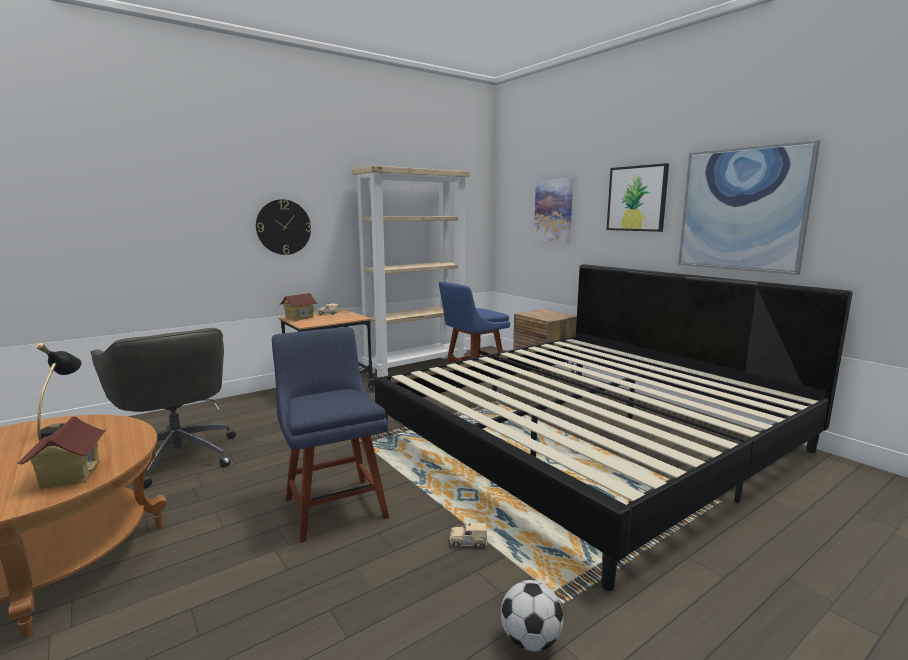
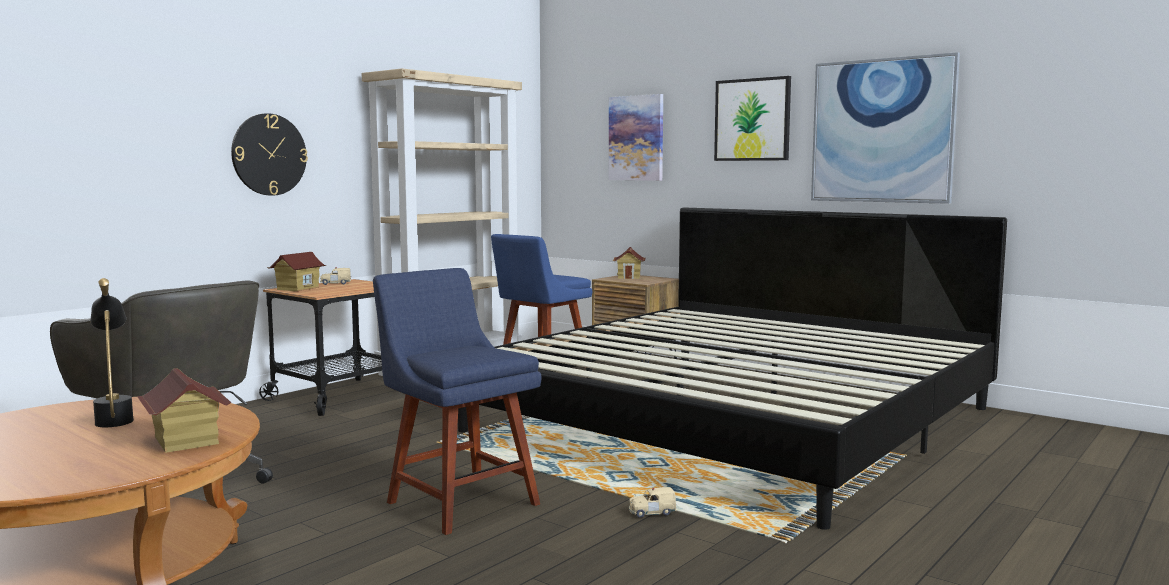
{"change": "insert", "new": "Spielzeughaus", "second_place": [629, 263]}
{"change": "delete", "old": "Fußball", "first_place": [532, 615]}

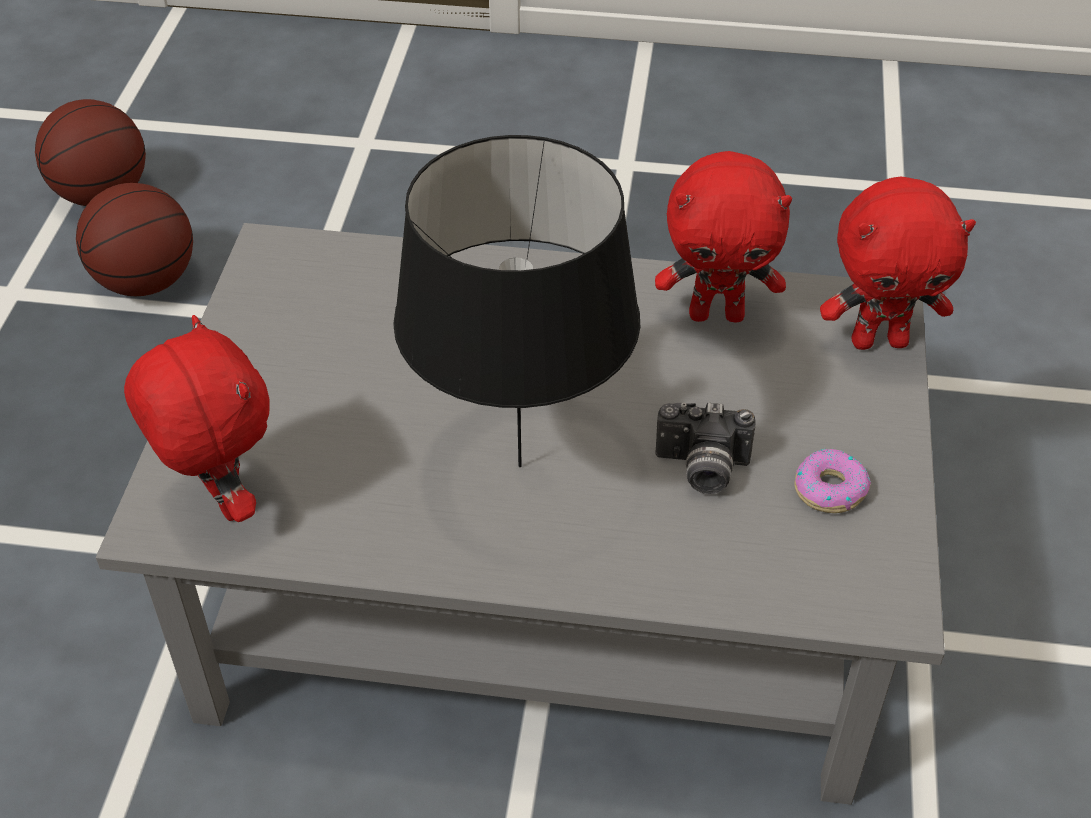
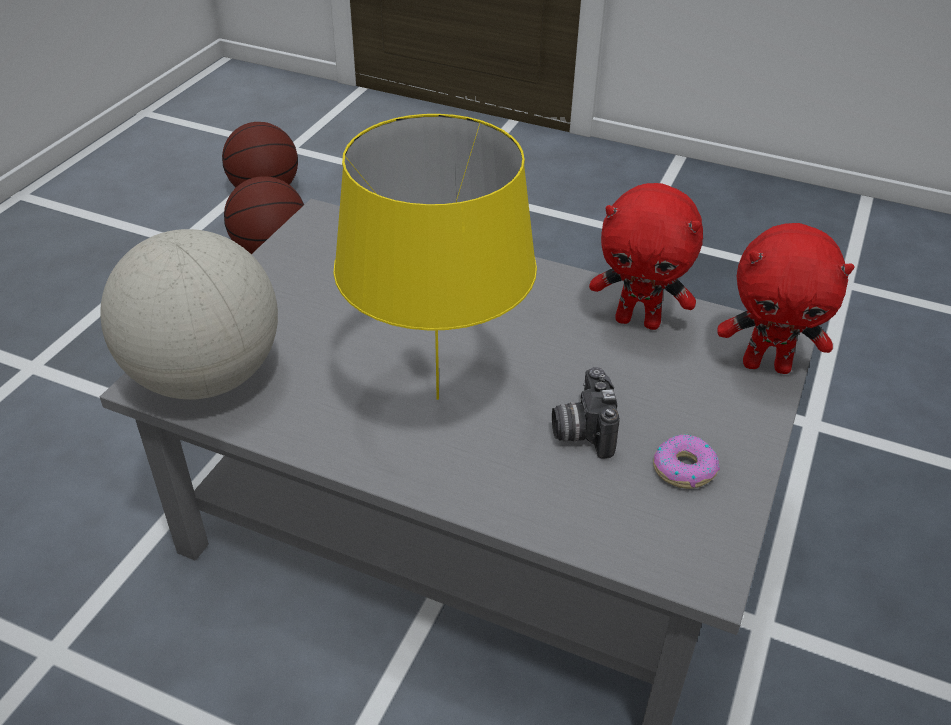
{"change": "replace", "old": "Plüschtier/rot", "new": "Globus", "first_place": [197, 418], "second_place": [189, 314]}
{"change": "recolor", "old": "Tischlampe/schwarz", "new": "Tischlampe/gelb", "first_place": [516, 301], "second_place": [435, 257]}
{"change": "rotate", "old": "Kamera", "first_place": [705, 448], "second_place": [586, 413], "degrees": 60}

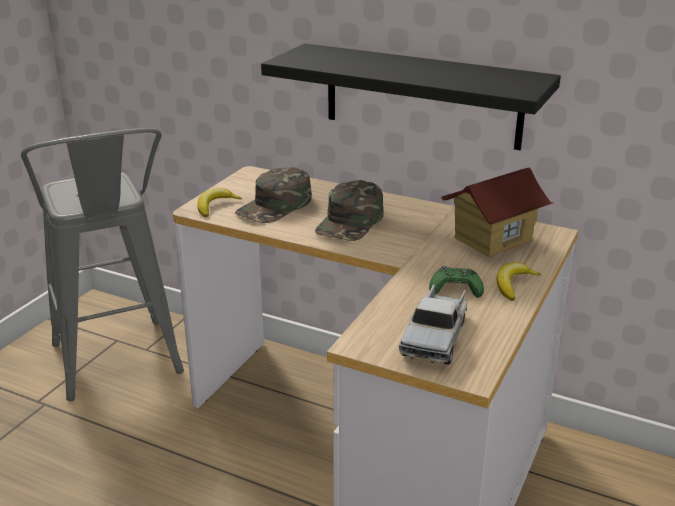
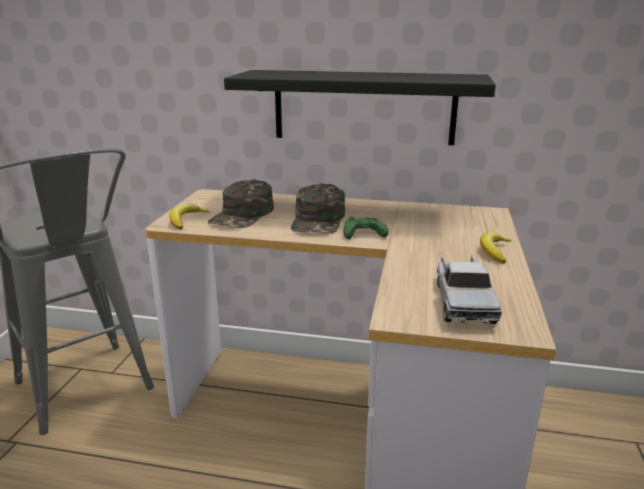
{"change": "move", "old": "Gamepad/grün", "first_place": [456, 281], "second_place": [366, 227]}
{"change": "delete", "old": "Spielzeughaus", "first_place": [497, 212]}

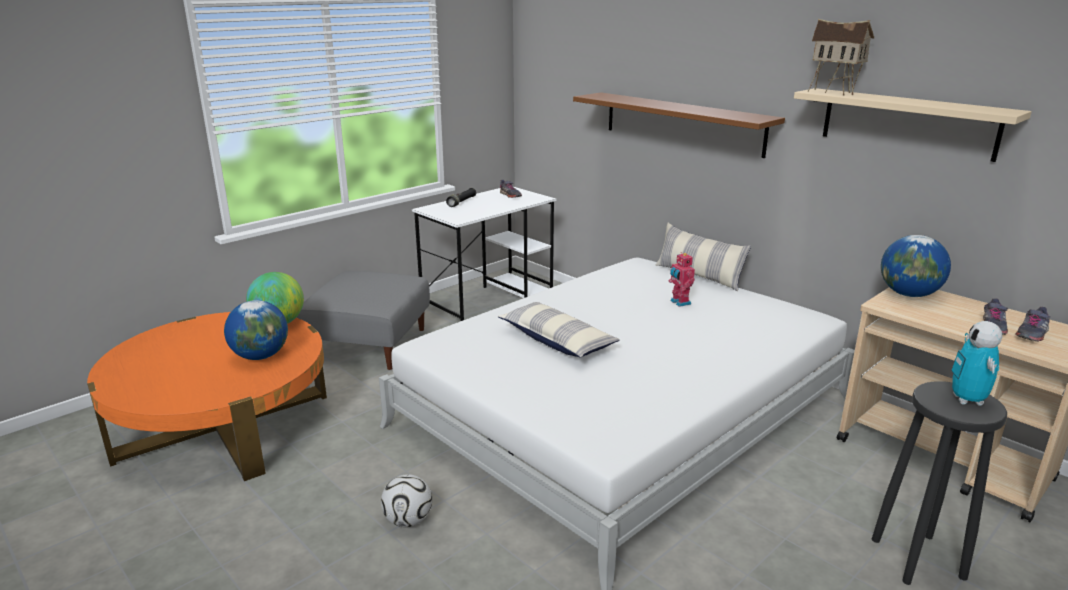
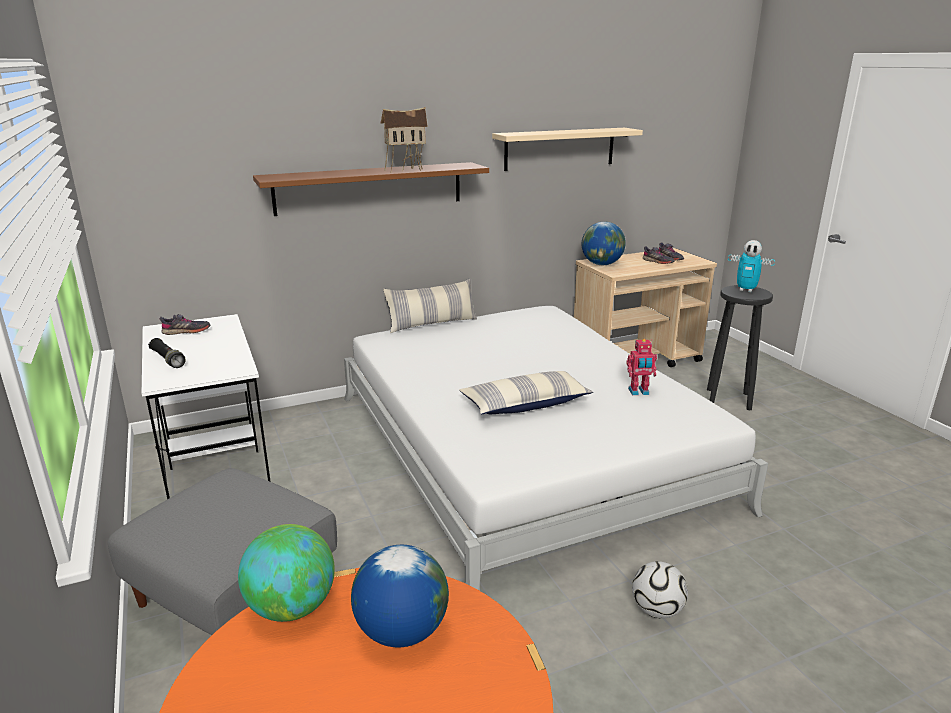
{"change": "move", "old": "Spielzeughaus", "first_place": [840, 57], "second_place": [404, 139]}
{"change": "move", "old": "Spielzeugroboter", "first_place": [682, 279], "second_place": [641, 367]}

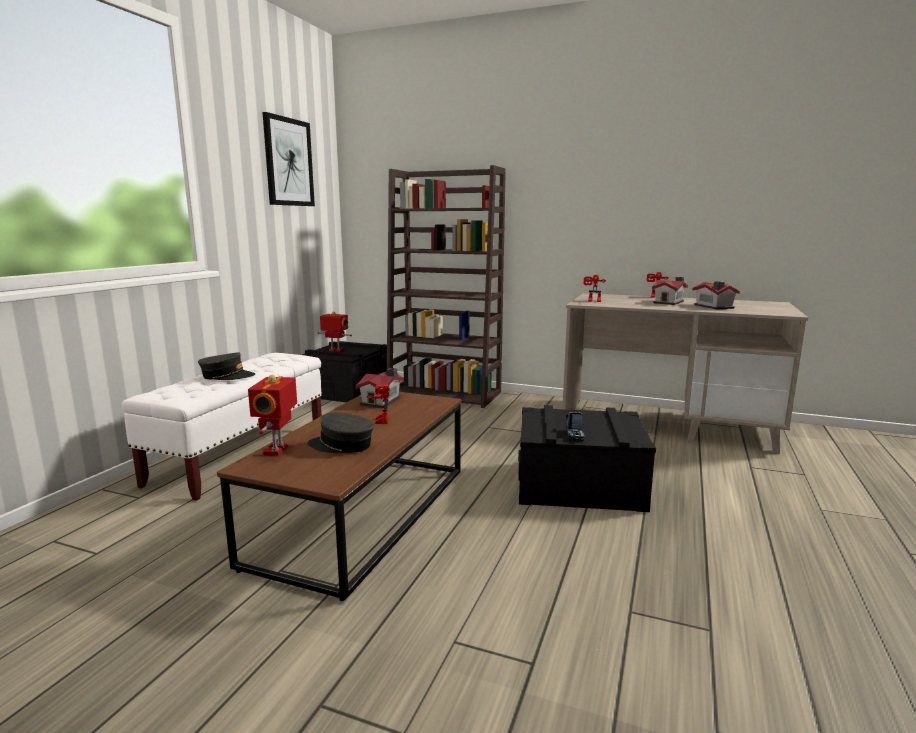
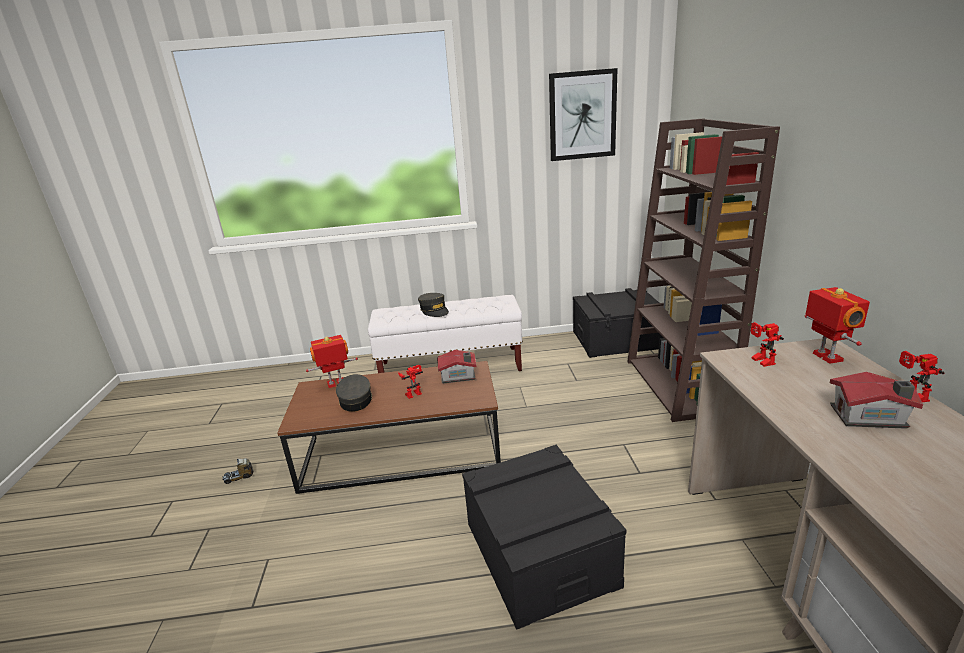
{"change": "move", "old": "Spielzeuglaster", "first_place": [575, 426], "second_place": [237, 471]}
{"change": "move", "old": "Spielzeugroboter", "first_place": [334, 331], "second_place": [837, 325]}
{"change": "delete", "old": "Spielzeughaus", "first_place": [716, 295]}

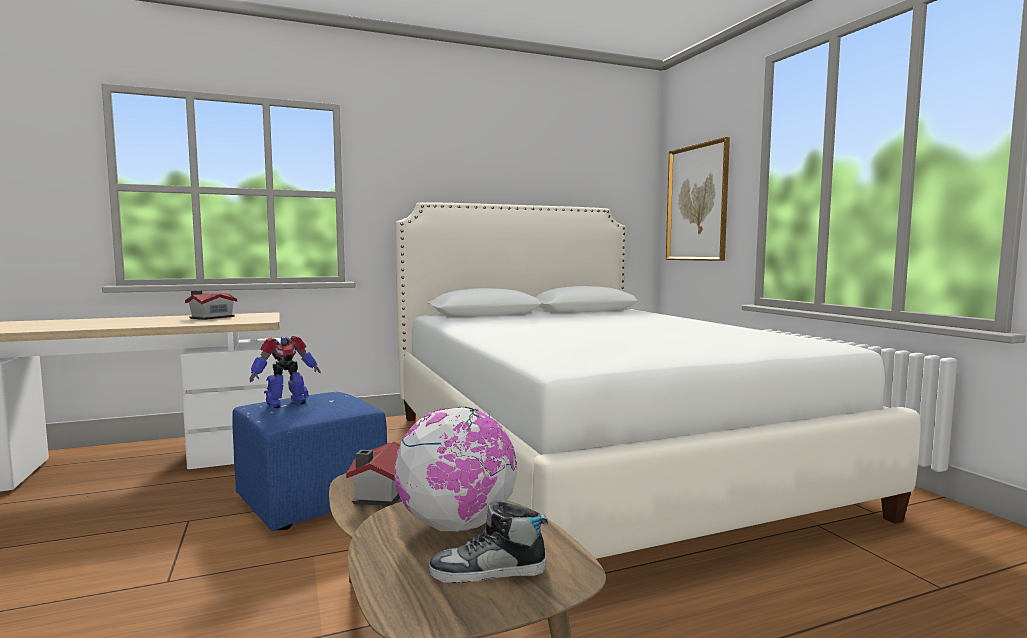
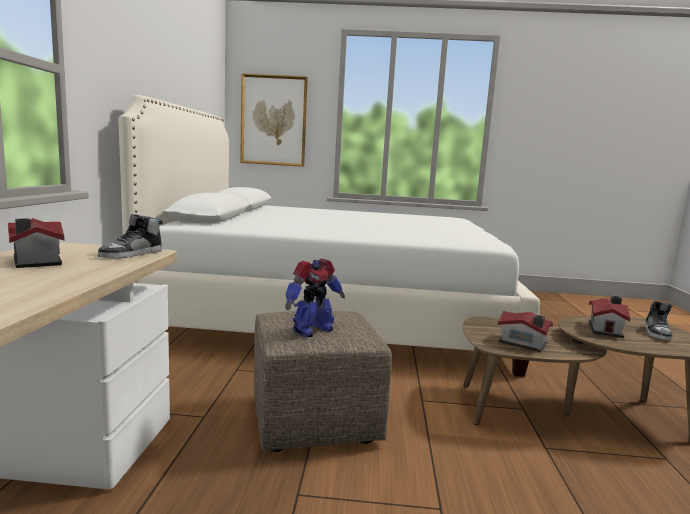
{"change": "insert", "new": "Schuh", "second_place": [130, 236]}
{"change": "recolor", "old": "Polsterhocker/blau", "new": "Polsterhocker/beige", "first_place": [309, 461], "second_place": [323, 381]}
{"change": "rotate", "old": "Spielzeugroboter", "first_place": [285, 372], "second_place": [315, 298], "degrees": 60}
{"change": "replace", "old": "Globus", "new": "Spielzeughaus", "first_place": [455, 469], "second_place": [610, 317]}

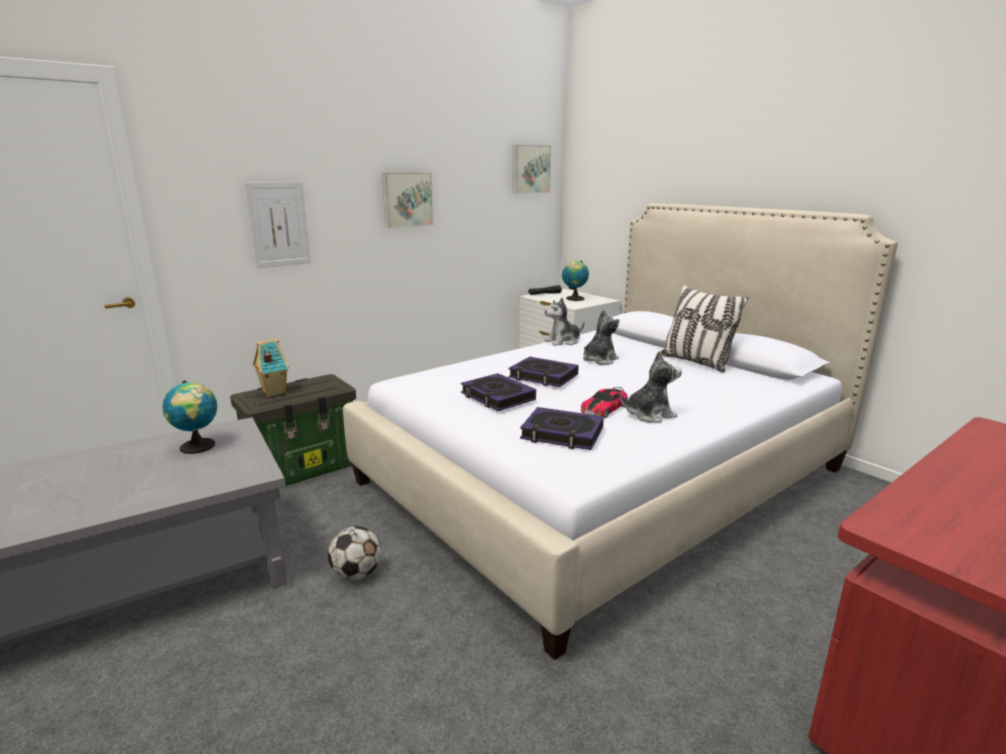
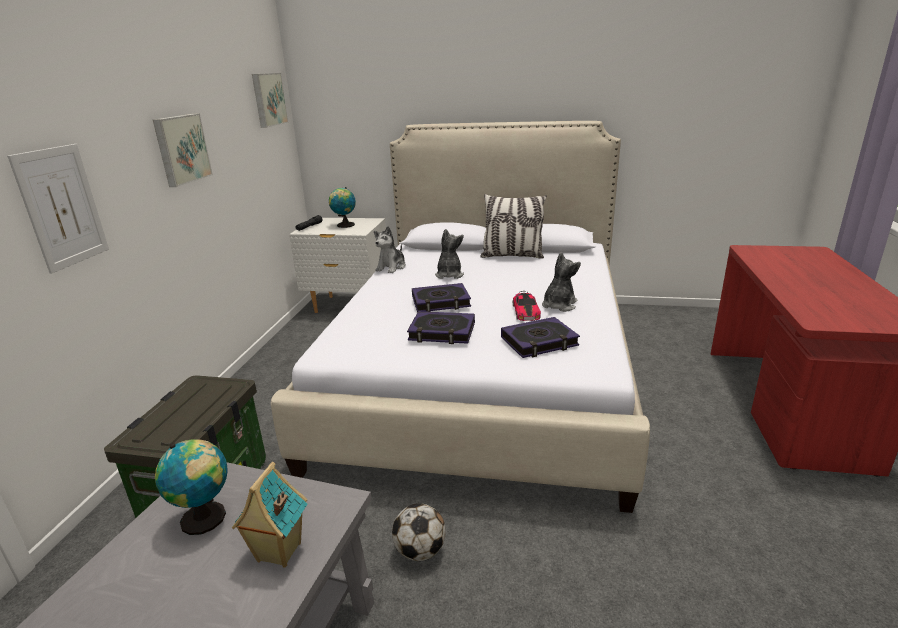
{"change": "move", "old": "Spielzeughaus", "first_place": [271, 368], "second_place": [270, 515]}

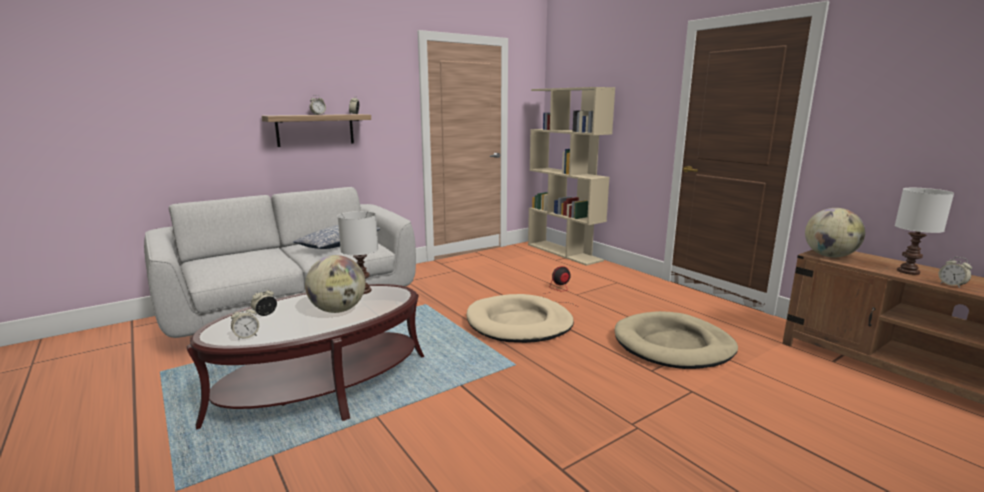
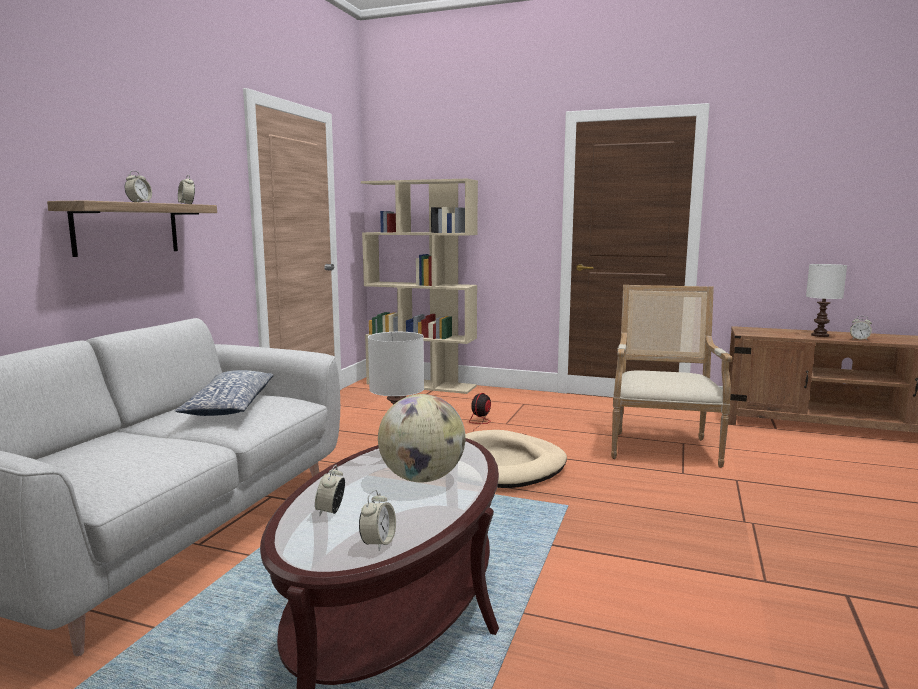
{"change": "replace", "old": "Hundebett/beige", "new": "Sessel", "first_place": [676, 340], "second_place": [671, 376]}
{"change": "delete", "old": "Globus", "first_place": [835, 232]}

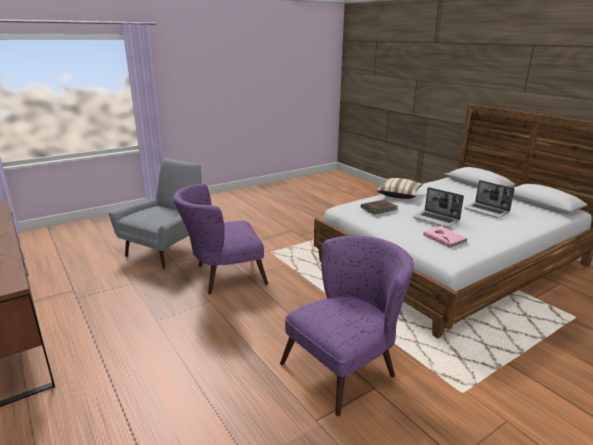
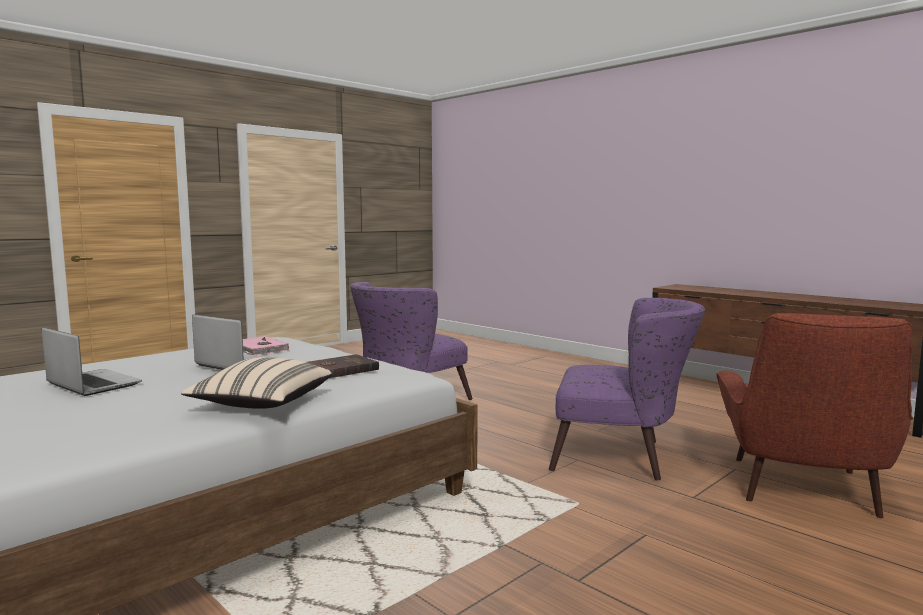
{"change": "rotate", "old": "Sessel/lila", "first_place": [220, 239], "second_place": [627, 389], "degrees": 45}
{"change": "recolor", "old": "Sessel/grau", "new": "Sessel/rot", "first_place": [155, 213], "second_place": [814, 415]}

